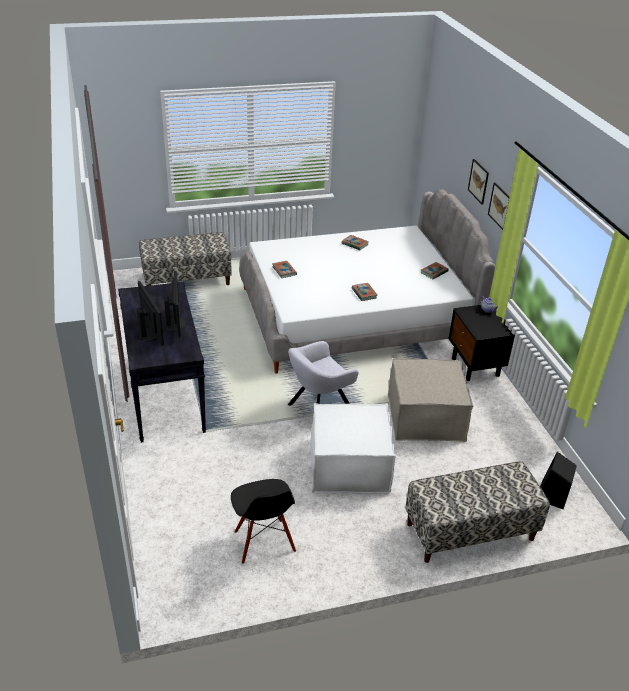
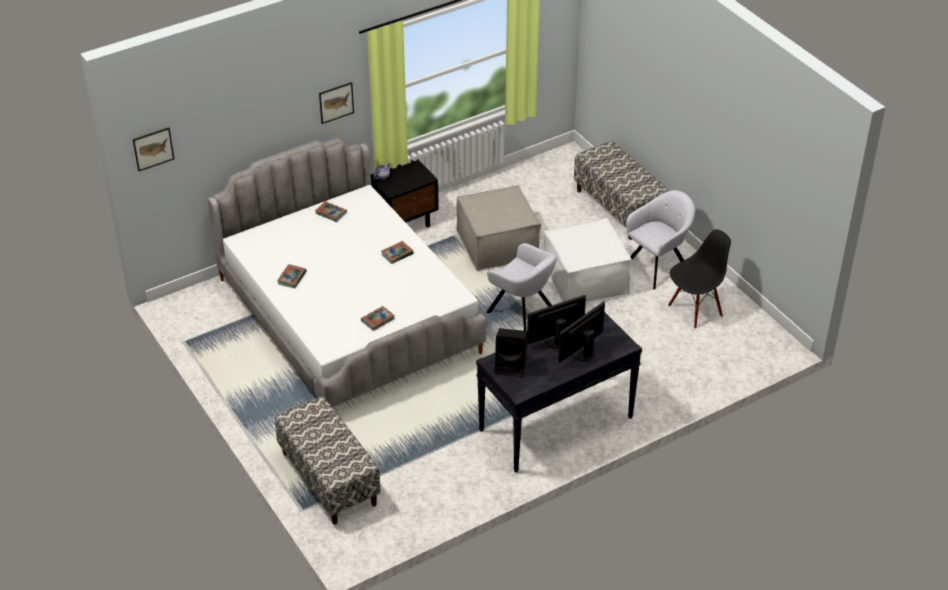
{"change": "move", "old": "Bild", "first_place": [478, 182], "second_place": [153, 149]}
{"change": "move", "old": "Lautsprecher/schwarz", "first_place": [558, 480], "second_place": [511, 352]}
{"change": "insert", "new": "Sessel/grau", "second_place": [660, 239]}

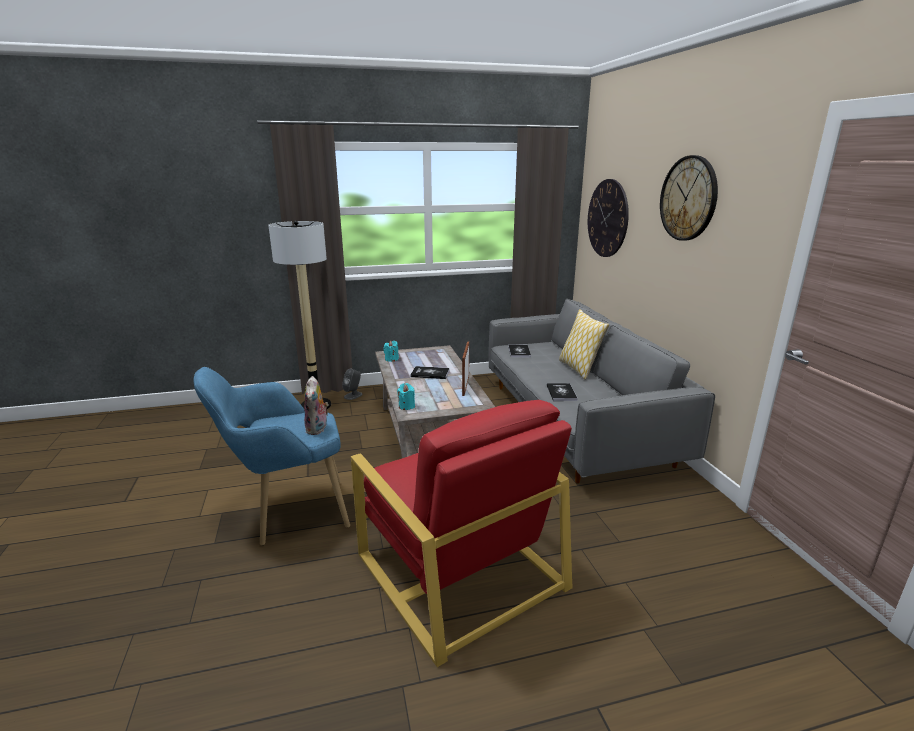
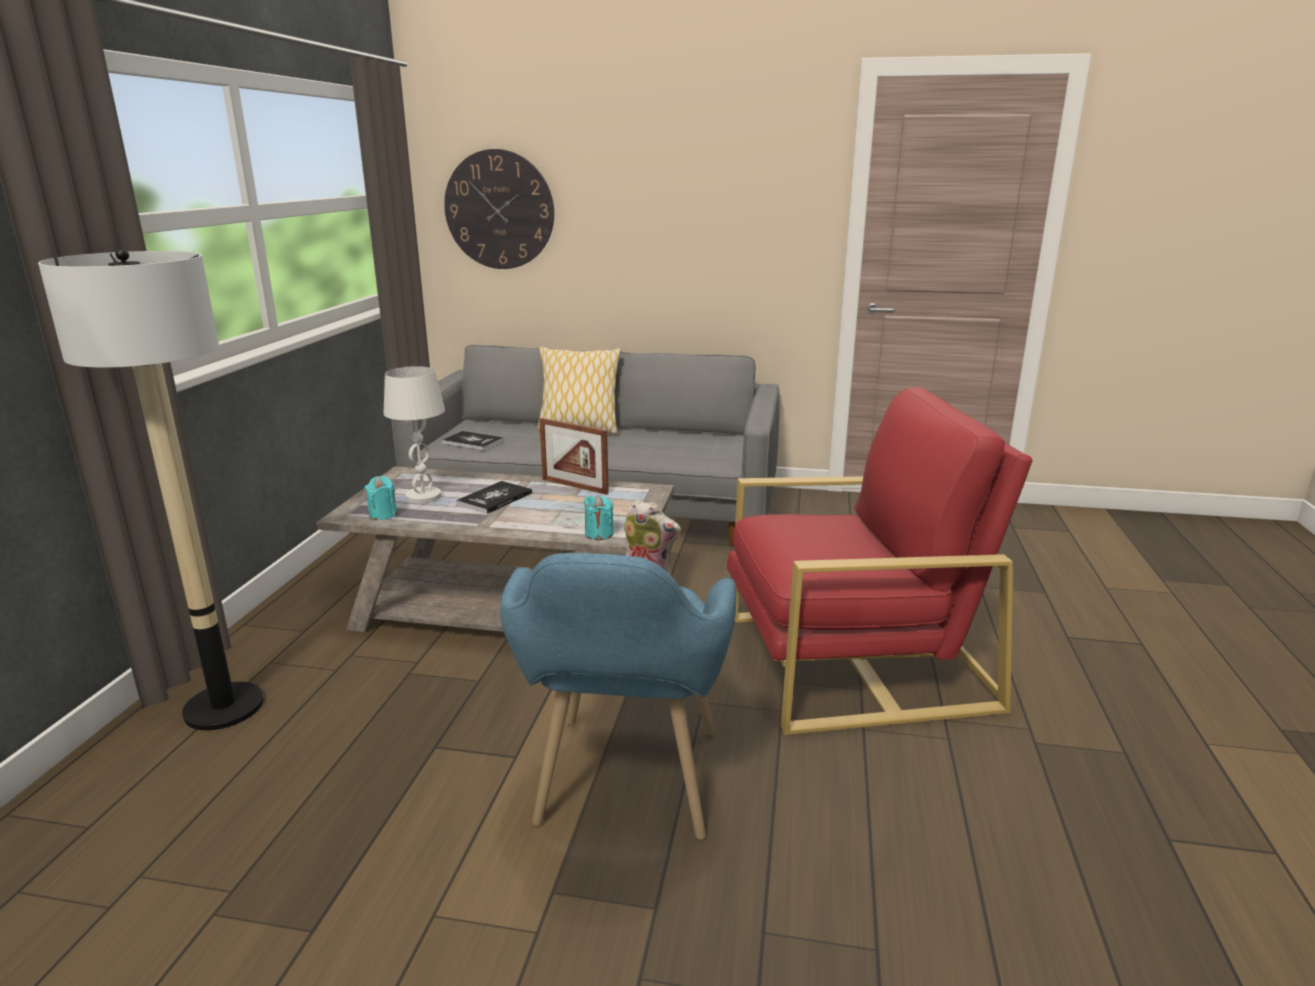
{"change": "insert", "new": "Tischlampe/weiß", "second_place": [414, 434]}
{"change": "delete", "old": "Lautsprecher/grau", "first_place": [352, 384]}
{"change": "delete", "old": "Buch", "first_place": [562, 392]}
{"change": "delete", "old": "Wanduhr", "first_place": [689, 198]}

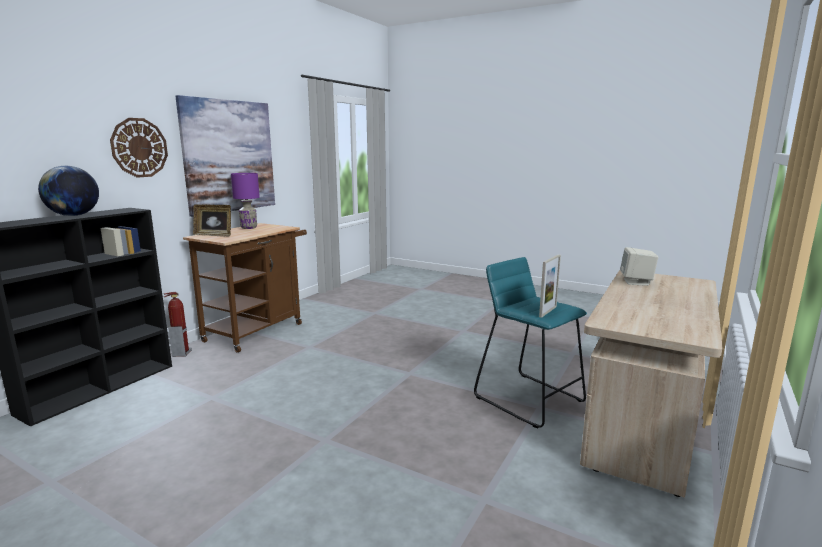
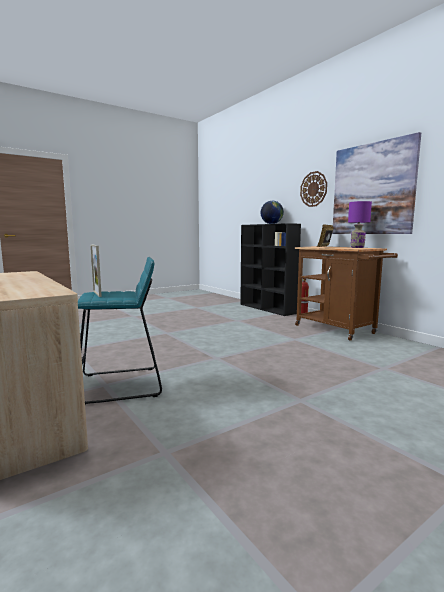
{"change": "delete", "old": "Lautsprecher/beige", "first_place": [639, 266]}

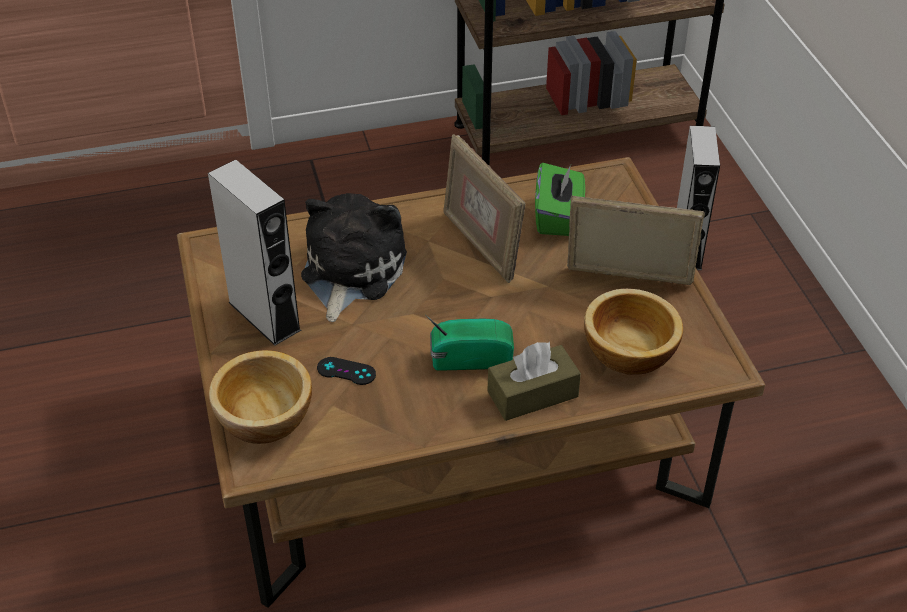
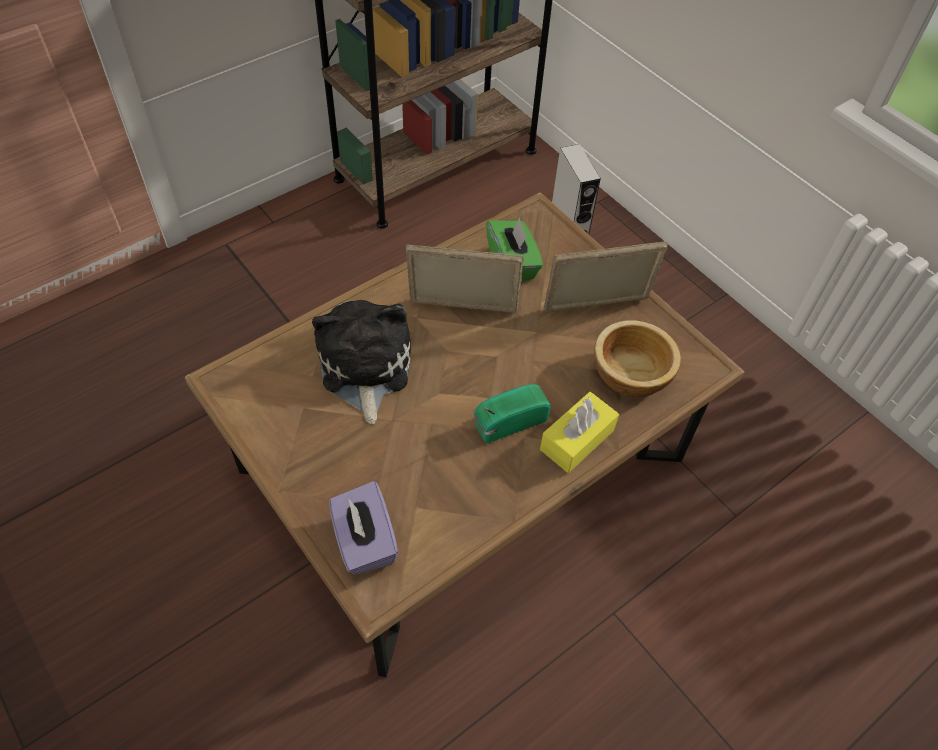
{"change": "replace", "old": "Schüssel", "new": "Taschentuchbox/lila", "first_place": [260, 397], "second_place": [363, 528]}
{"change": "rotate", "old": "Bilderrahmen", "first_place": [484, 208], "second_place": [464, 278], "degrees": 150}
{"change": "recolor", "old": "Taschentuchbox/braun", "new": "Taschentuchbox/gelb", "first_place": [534, 381], "second_place": [579, 432]}
{"change": "delete", "old": "Lautsprecher/grau", "first_place": [254, 253]}
{"change": "delete", "old": "Gamepad/schwarz", "first_place": [346, 371]}

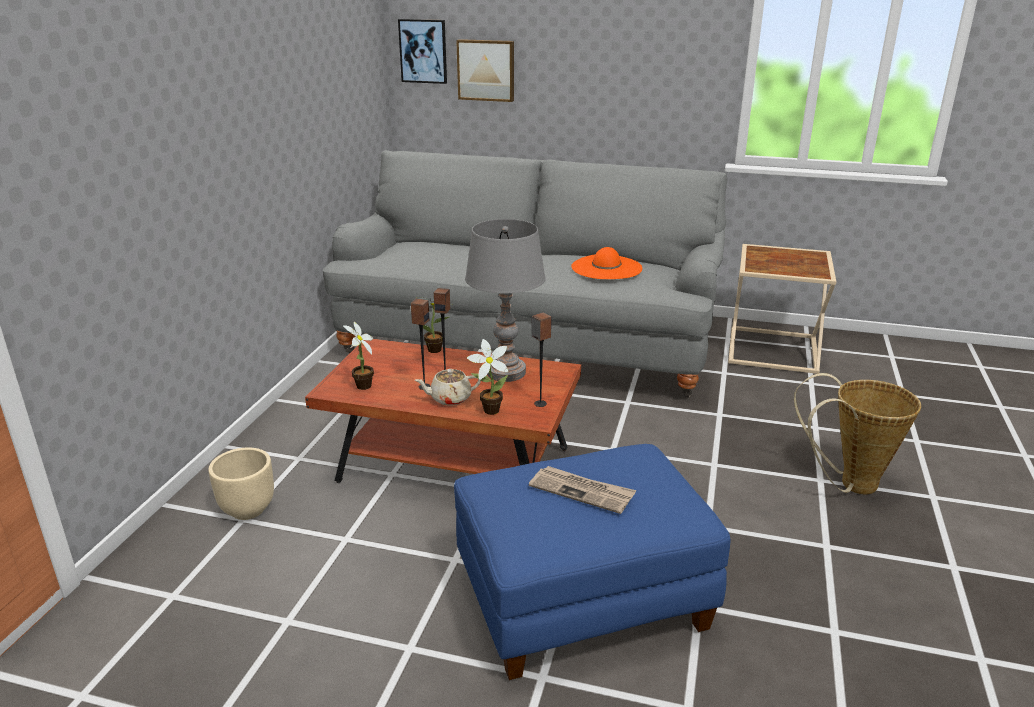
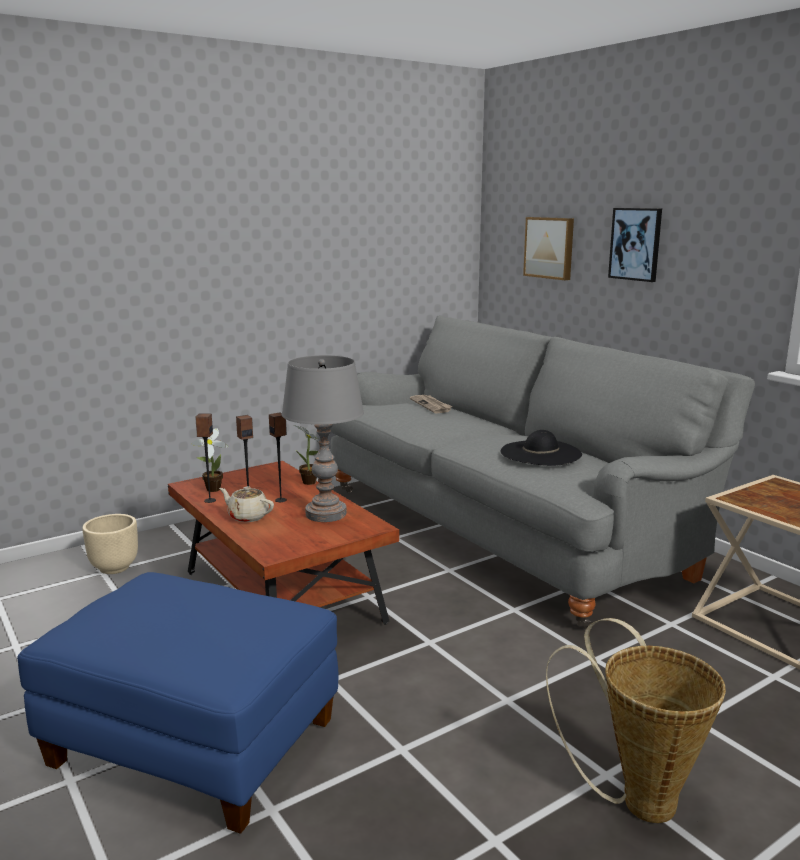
{"change": "move", "old": "Lautsprecher", "first_place": [541, 359], "second_place": [205, 458]}
{"change": "move", "old": "Zeitung", "first_place": [582, 490], "second_place": [431, 404]}
{"change": "recolor", "old": "Hut/orange", "new": "Hut/schwarz", "first_place": [606, 263], "second_place": [541, 448]}
{"change": "move", "old": "Bild", "first_place": [422, 51], "second_place": [635, 245]}
{"change": "delete", "old": "Topfpflanze", "first_place": [488, 377]}

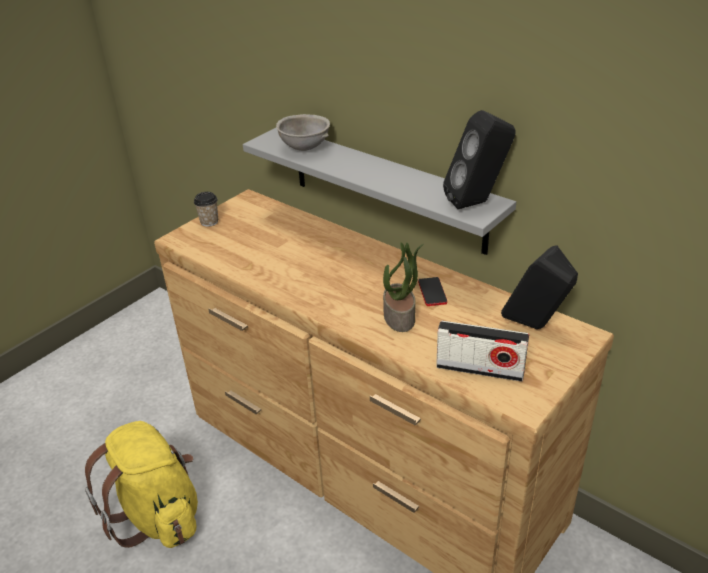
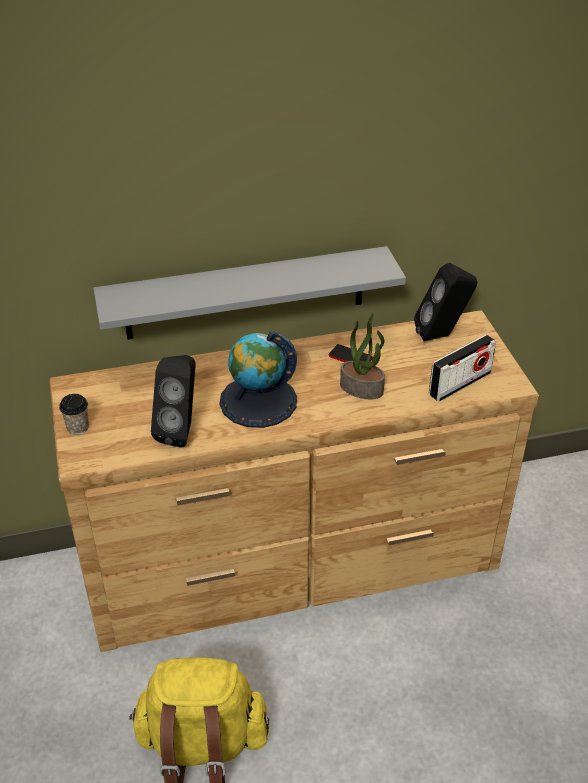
{"change": "move", "old": "Lautsprecher/schwarz", "first_place": [479, 159], "second_place": [173, 401]}
{"change": "insert", "new": "Globus", "second_place": [258, 379]}
{"change": "delete", "old": "Schüssel/grau", "first_place": [303, 132]}

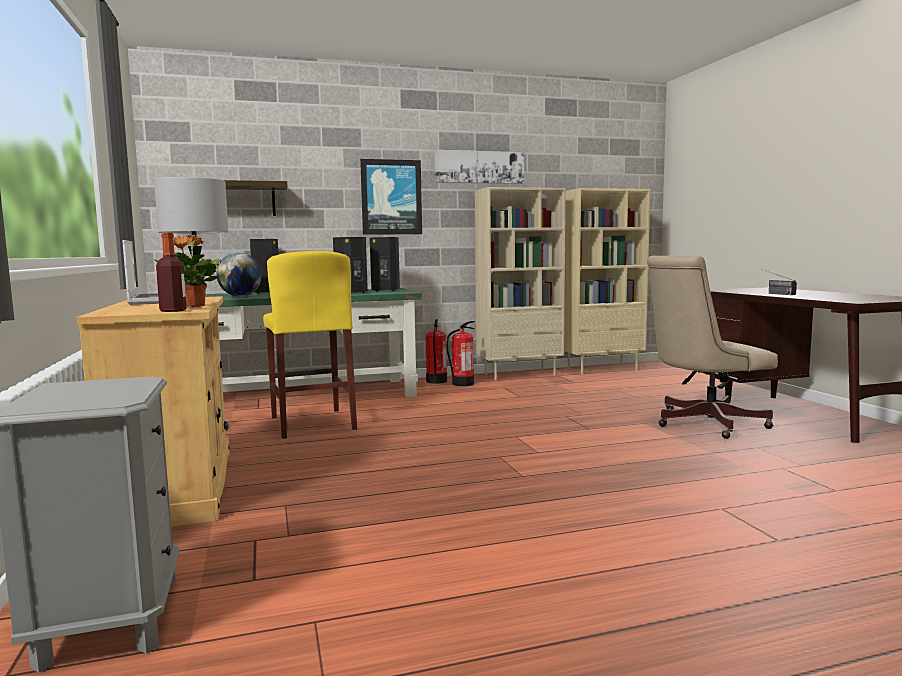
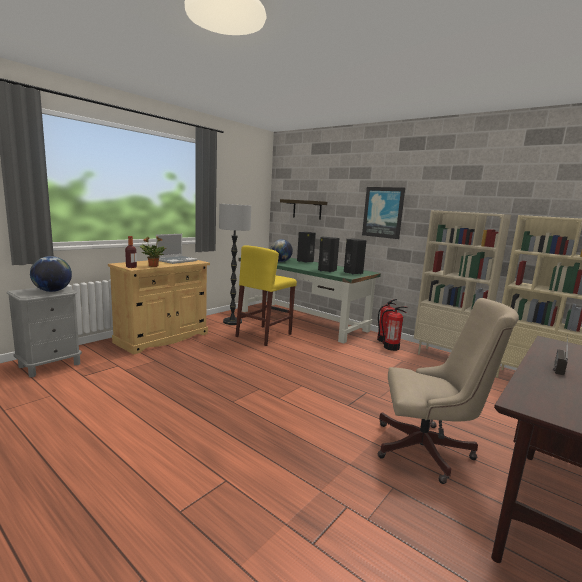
{"change": "insert", "new": "Globus", "second_place": [51, 274]}
{"change": "rotate", "old": "Bürostuhl/beige", "first_place": [712, 347], "second_place": [448, 391], "degrees": 150}
{"change": "delete", "old": "Bild", "first_place": [479, 167]}

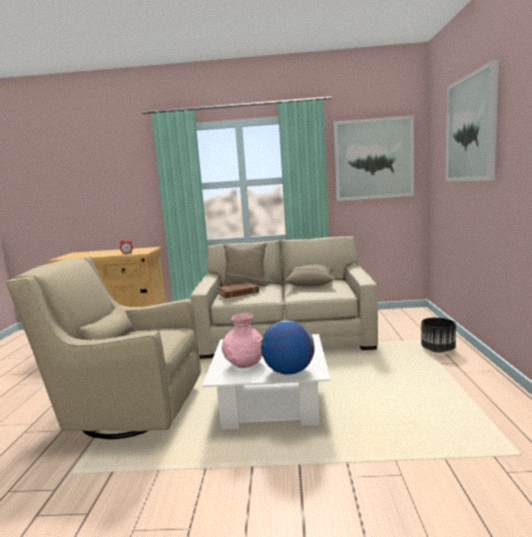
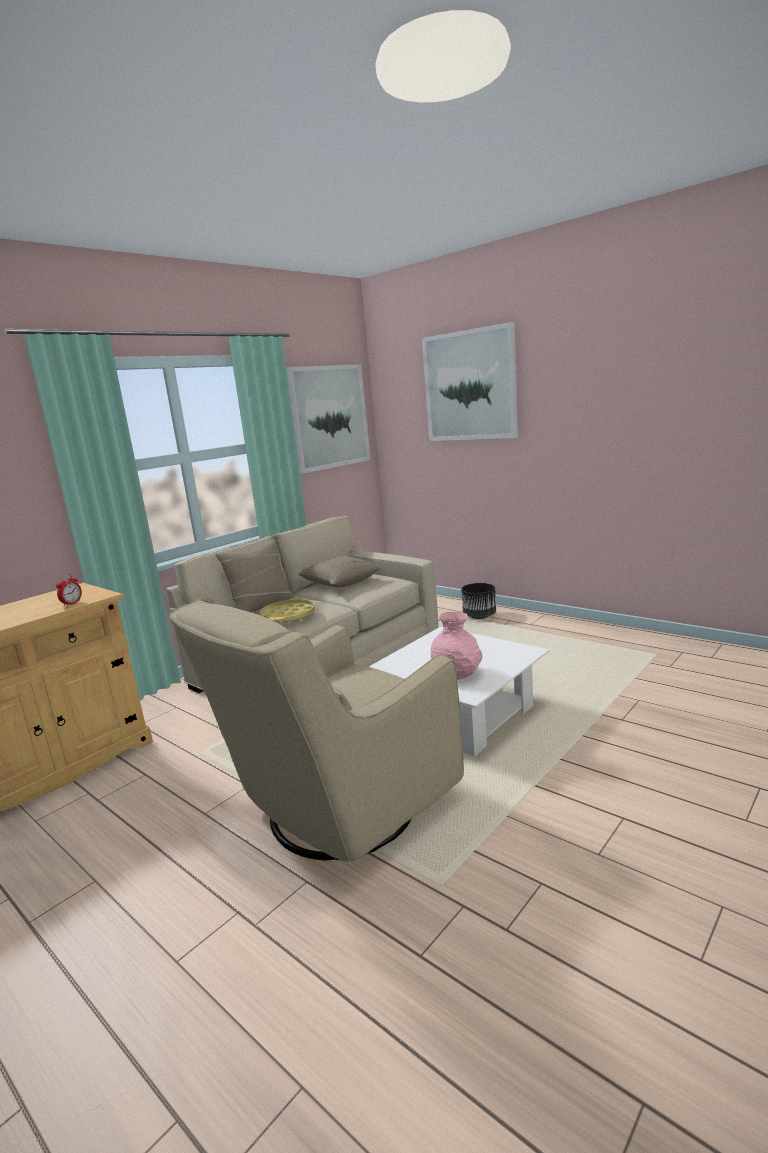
{"change": "replace", "old": "Buch/braun", "new": "Tablett/gelb", "first_place": [238, 290], "second_place": [287, 610]}
{"change": "delete", "old": "Globus", "first_place": [288, 347]}

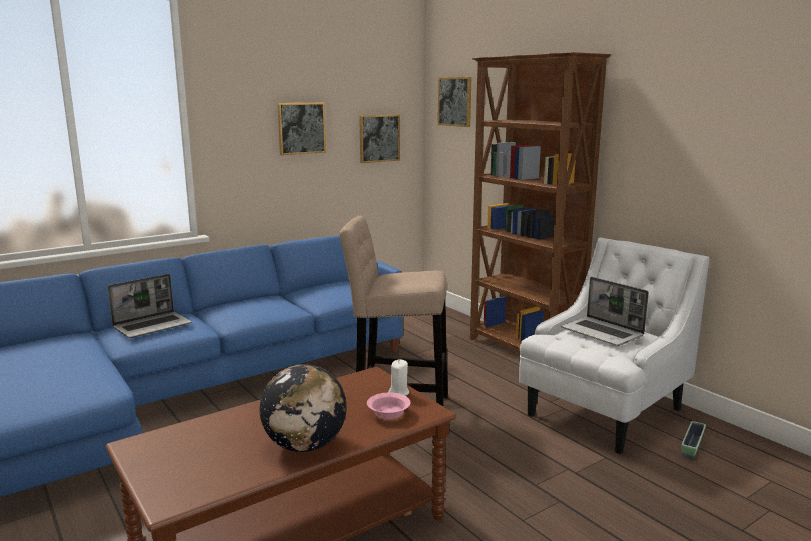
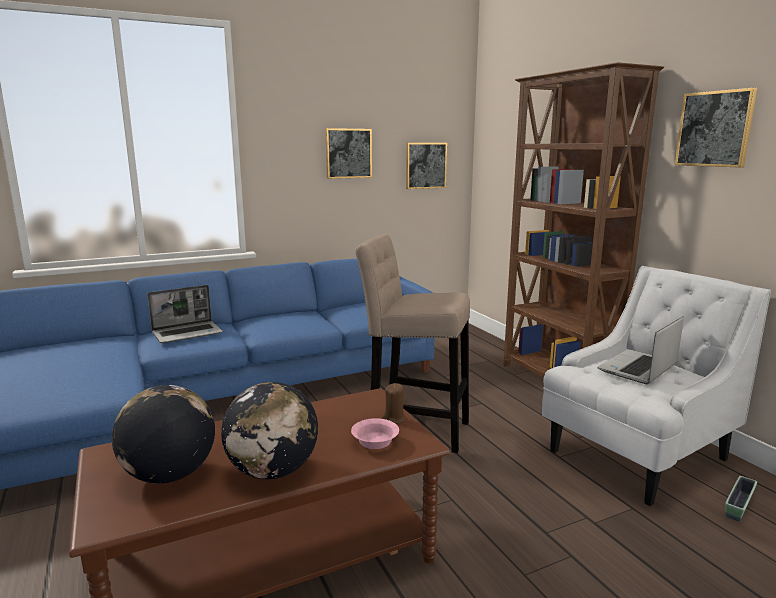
{"change": "insert", "new": "Globus", "second_place": [163, 434]}
{"change": "recolor", "old": "Kerze/weiß", "new": "Kerze/braun", "first_place": [398, 377], "second_place": [393, 403]}
{"change": "rotate", "old": "Laptop", "first_place": [605, 311], "second_place": [641, 350], "degrees": 75}
{"change": "move", "old": "Bild", "first_place": [454, 102], "second_place": [716, 128]}

